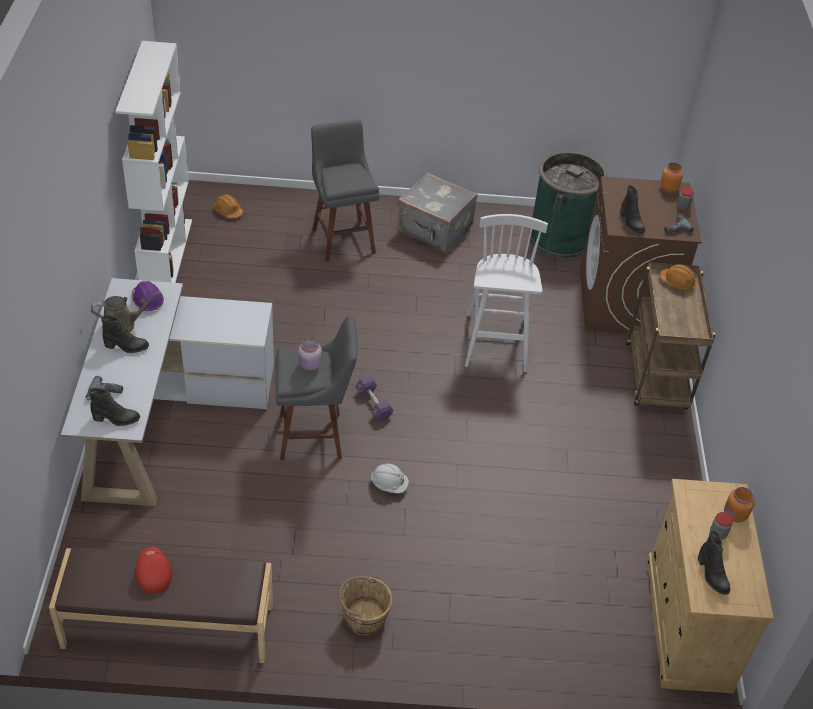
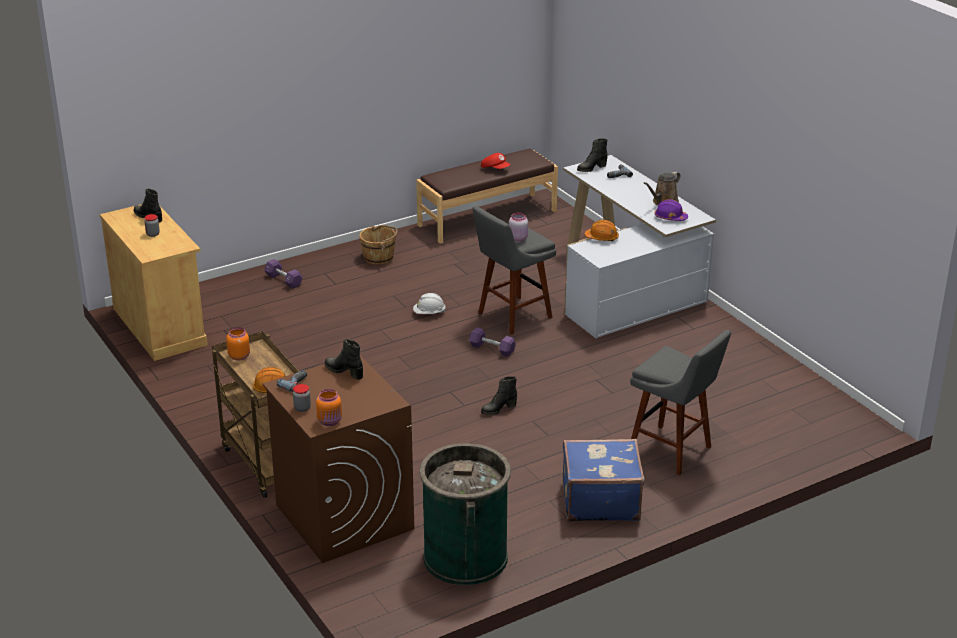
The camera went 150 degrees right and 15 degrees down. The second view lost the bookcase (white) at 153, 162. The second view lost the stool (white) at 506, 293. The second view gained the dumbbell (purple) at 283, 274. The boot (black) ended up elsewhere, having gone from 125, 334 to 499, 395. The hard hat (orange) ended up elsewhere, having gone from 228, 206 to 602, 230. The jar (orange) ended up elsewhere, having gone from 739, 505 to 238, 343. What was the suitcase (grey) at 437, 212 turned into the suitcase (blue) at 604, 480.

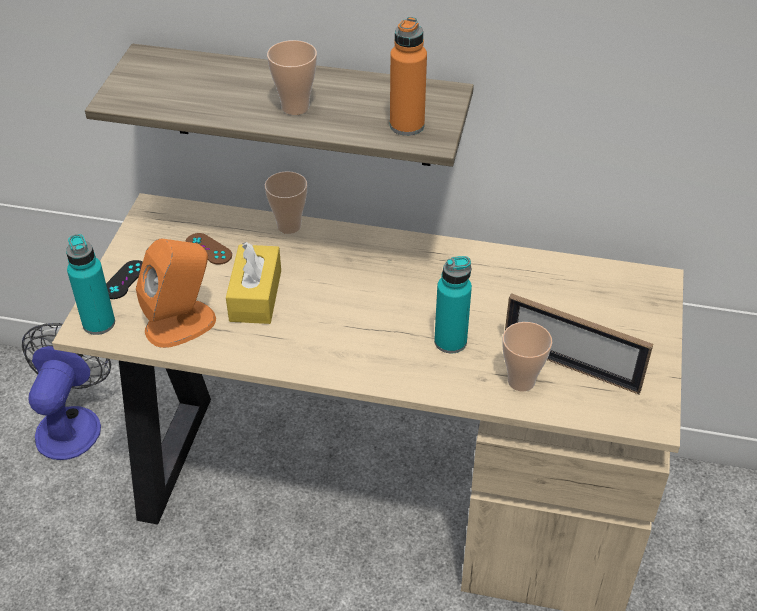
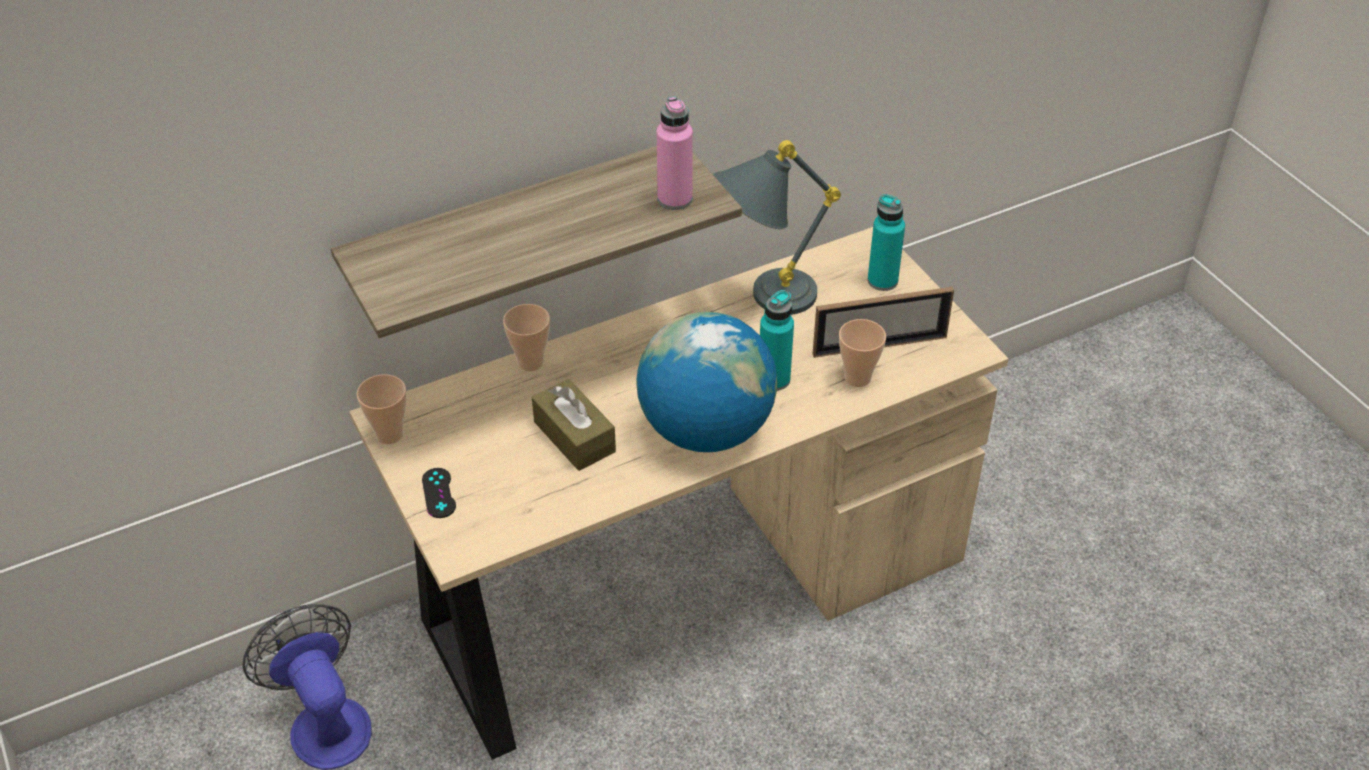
The camera went 40 degrees left and 0 degrees up. The second view lost the speaker (orange) at 176, 293. The second view lost the game controller (brown) at 208, 249. The second view gained the globe at 706, 382. The second view gained the table lamp (grey) at 777, 227. The bottle (turquoise) ended up elsewhere, having gone from 90, 284 to 886, 242. The cup ended up elsewhere, having gone from 292, 77 to 382, 409. What was the tissue box (yellow) at 253, 283 turned into the tissue box (brown) at 574, 425. What was the bottle (orange) at 408, 76 turned into the bottle (pink) at 675, 153.

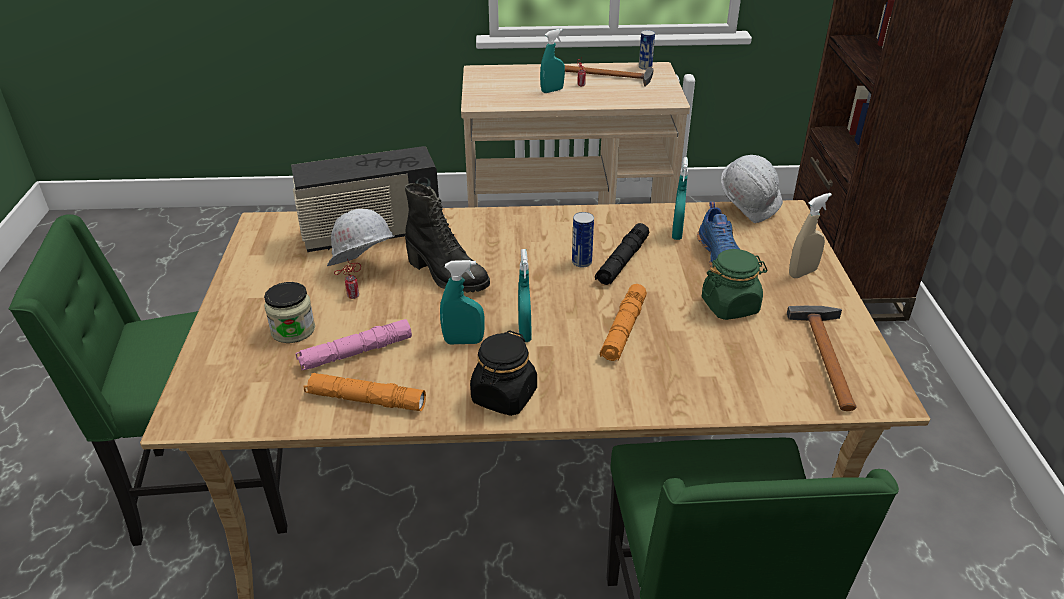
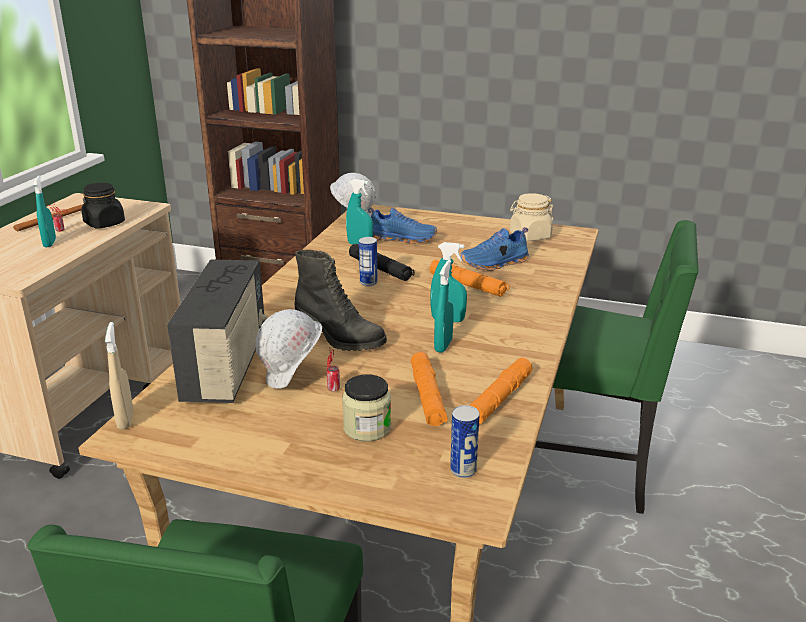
The camera went 70 degrees left and 10 degrees down. The second view lost the jar (green) at 734, 284. The second view gained the shoe (blue) at 494, 249. The jar (black) ended up elsewhere, having gone from 503, 373 to 103, 205. The can ended up elsewhere, having gone from 647, 50 to 465, 441. The spray bottle (beige) ended up elsewhere, having gone from 810, 235 to 119, 376. Where the hammer stood at 822, 358, the jar (beige) came to stand at 531, 217. What was the flashlight (pink) at 354, 344 turned into the flashlight (orange) at 429, 389. The boot (black) at 447, 238 ended up facing another way, 60 degrees clockwise from before.

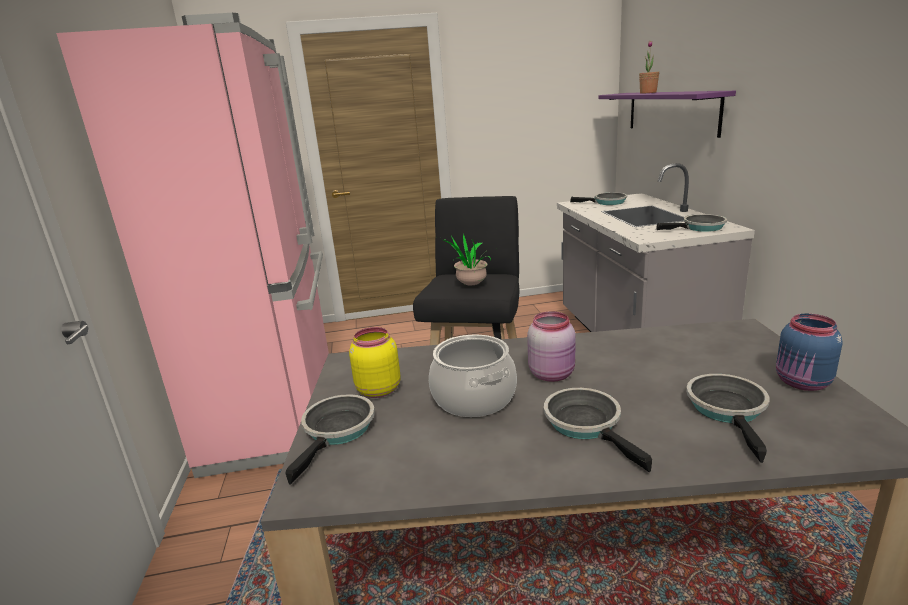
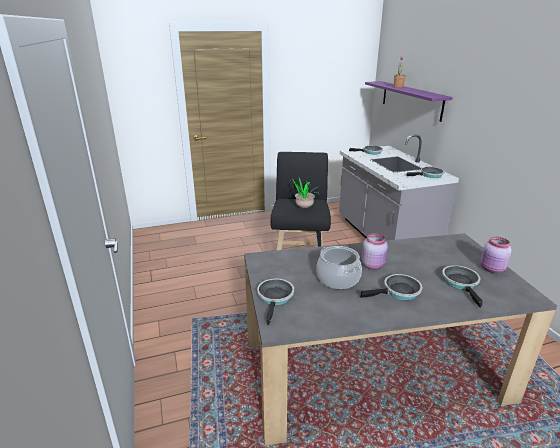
The camera went 10 degrees left and 5 degrees up. The second view lost the fridge (pink) at 192, 245. The second view lost the jar (yellow) at 374, 362. What was the jar (blue) at 809, 352 turned into the jar (pink) at 496, 255. The frying pan at 598, 430 ended up facing another way, 105 degrees clockwise from before.

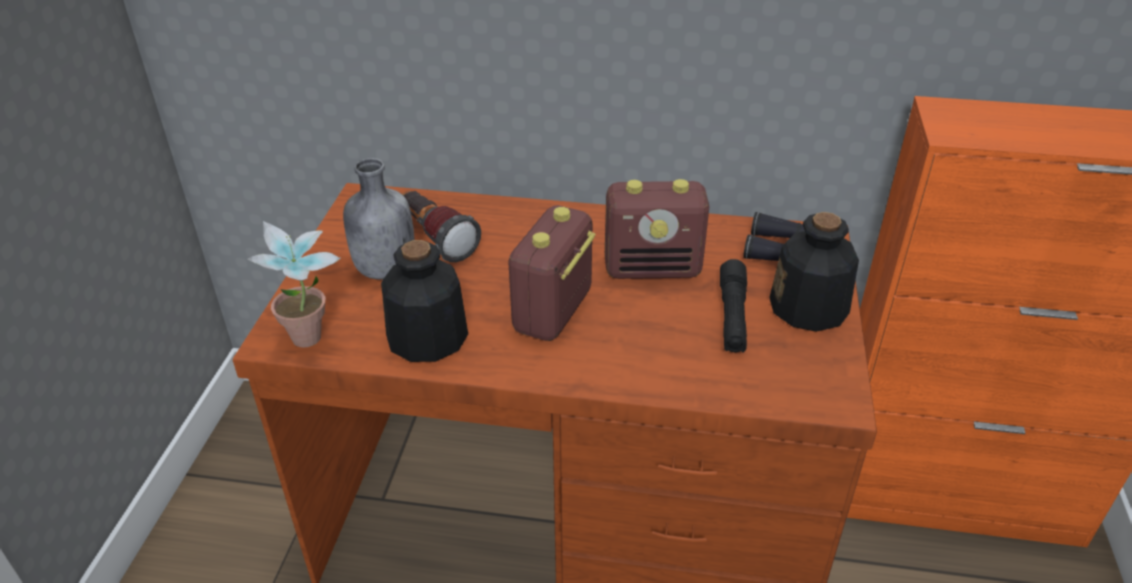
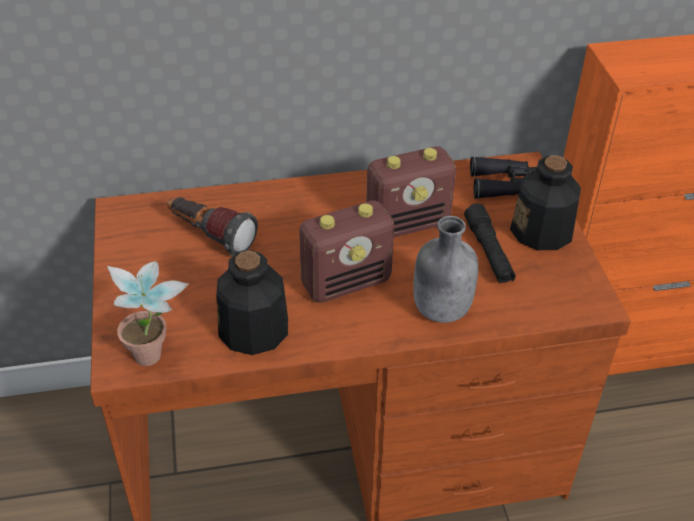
The camera went 20 degrees left and 5 degrees up. The bottle (grey) ended up elsewhere, having gone from 379, 219 to 445, 269. The radio at 552, 273 ended up facing another way, 120 degrees counterclockwise from before.

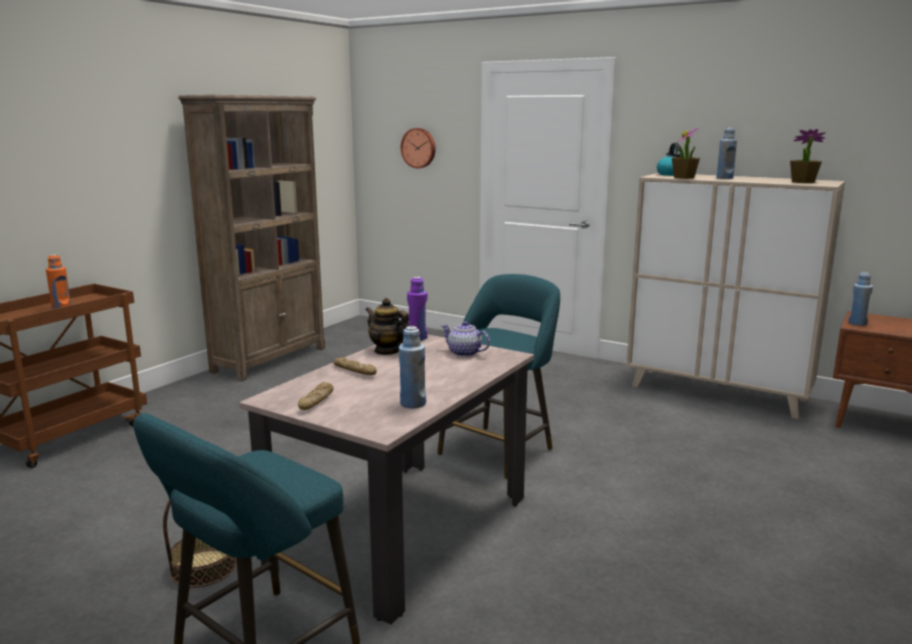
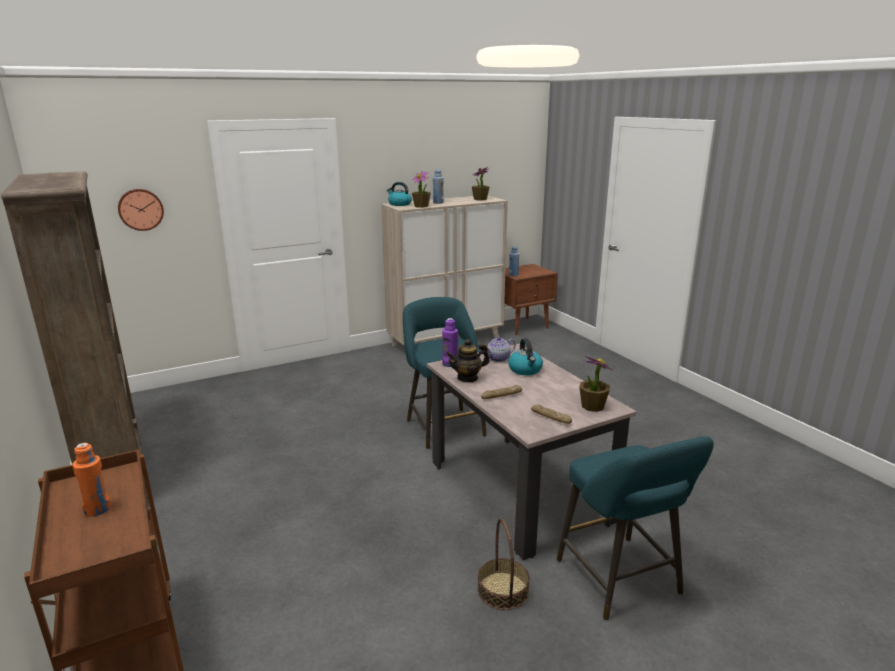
The camera went 60 degrees left and 5 degrees up. The second view lost the bottle (blue) at 412, 367. The second view gained the kettle at 525, 356. The second view gained the potted plant at 595, 384.

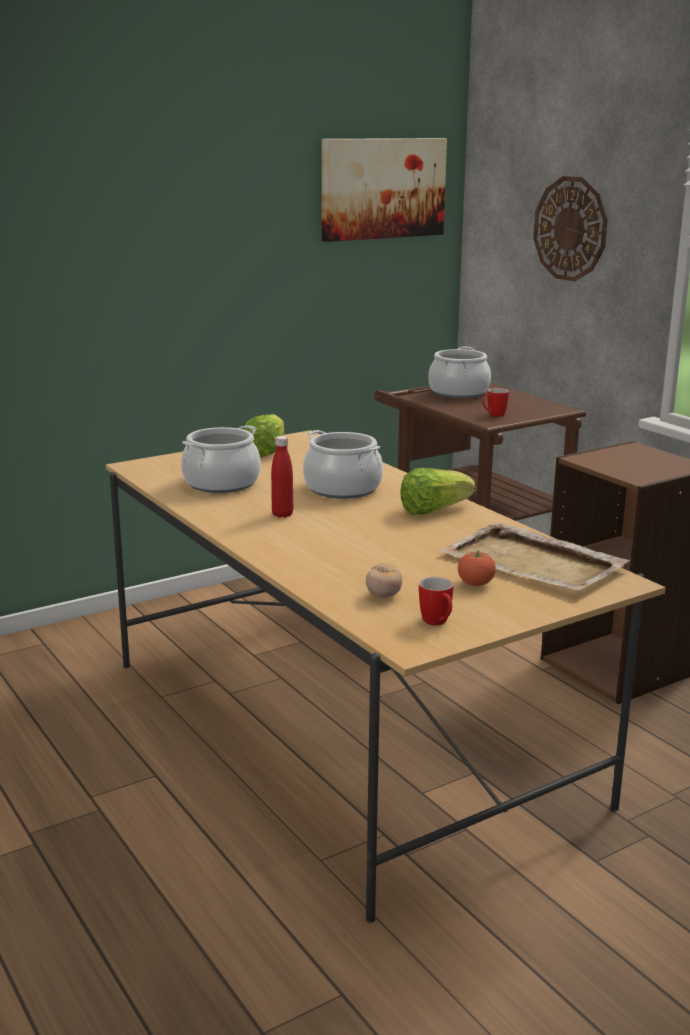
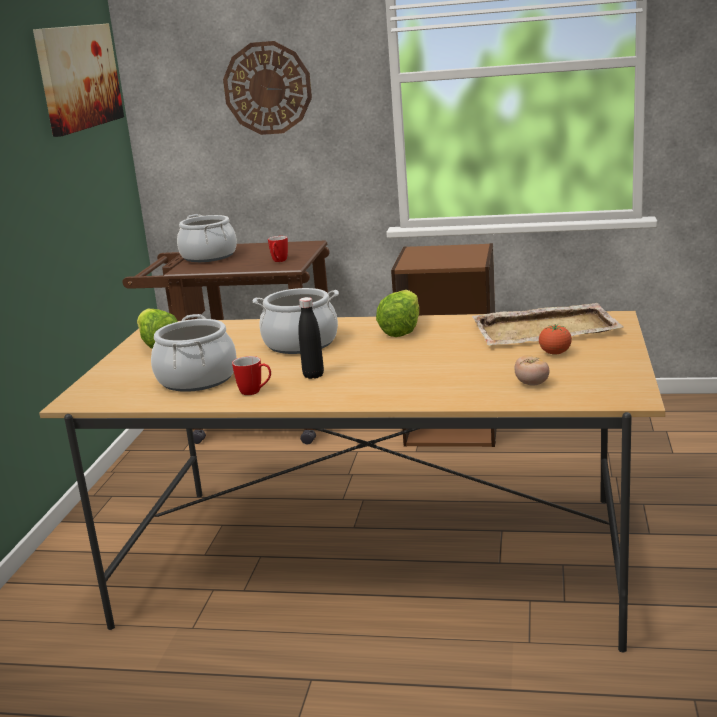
The camera went 45 degrees left and 0 degrees up. The mug ended up elsewhere, having gone from 436, 601 to 251, 375. What was the bottle (red) at 282, 477 turned into the bottle (black) at 311, 338.

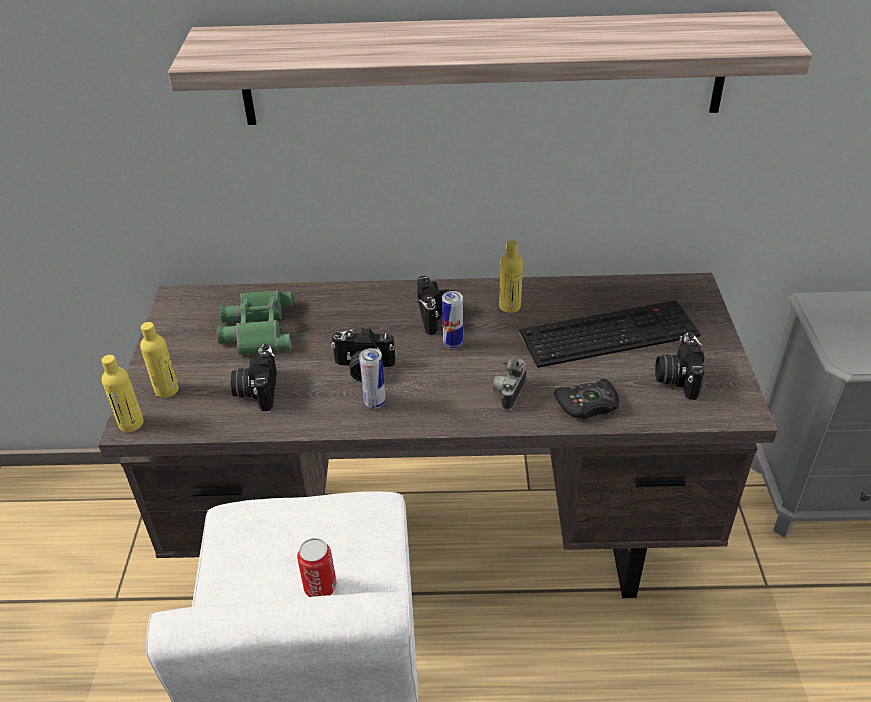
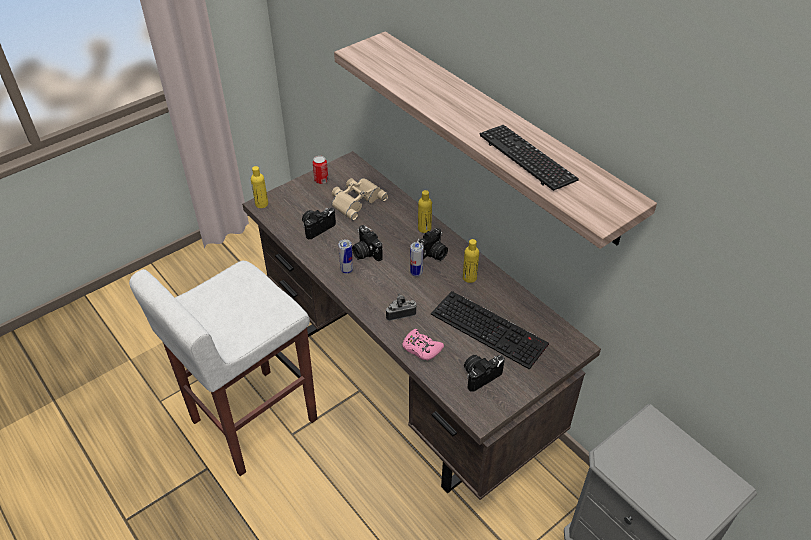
The camera went 50 degrees right and 5 degrees up. The second view gained the keyboard at 529, 158. The bottle (yellow) ended up elsewhere, having gone from 159, 360 to 425, 211. The can ended up elsewhere, having gone from 317, 567 to 321, 170. What was the binoculars (green) at 255, 322 turned into the binoculars (beige) at 360, 199. What was the game controller (black) at 586, 398 turned into the game controller (pink) at 423, 344.

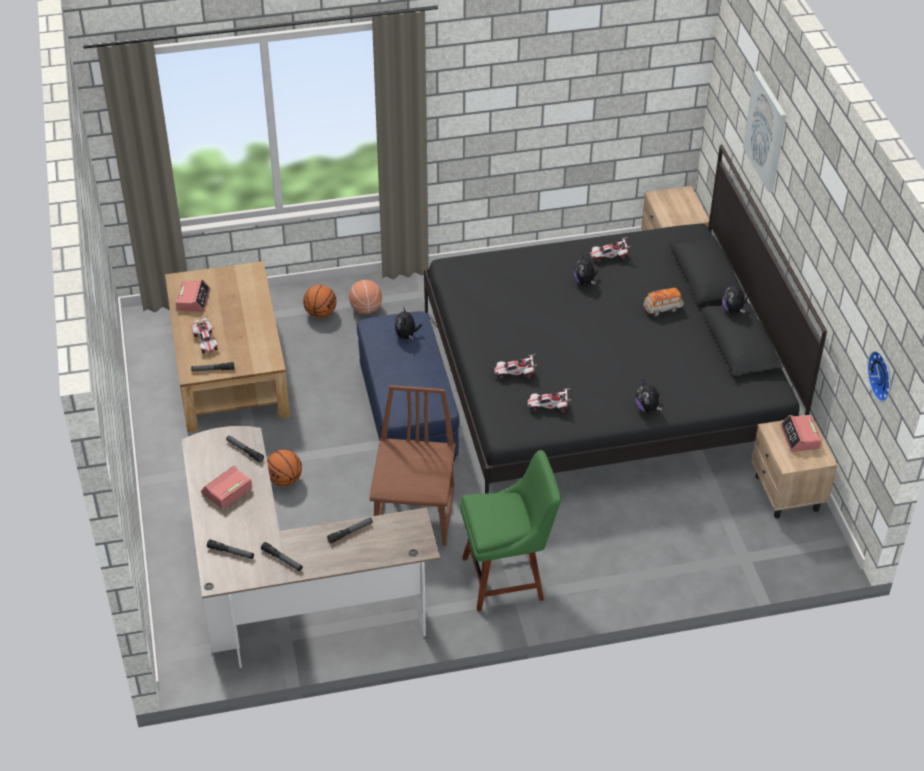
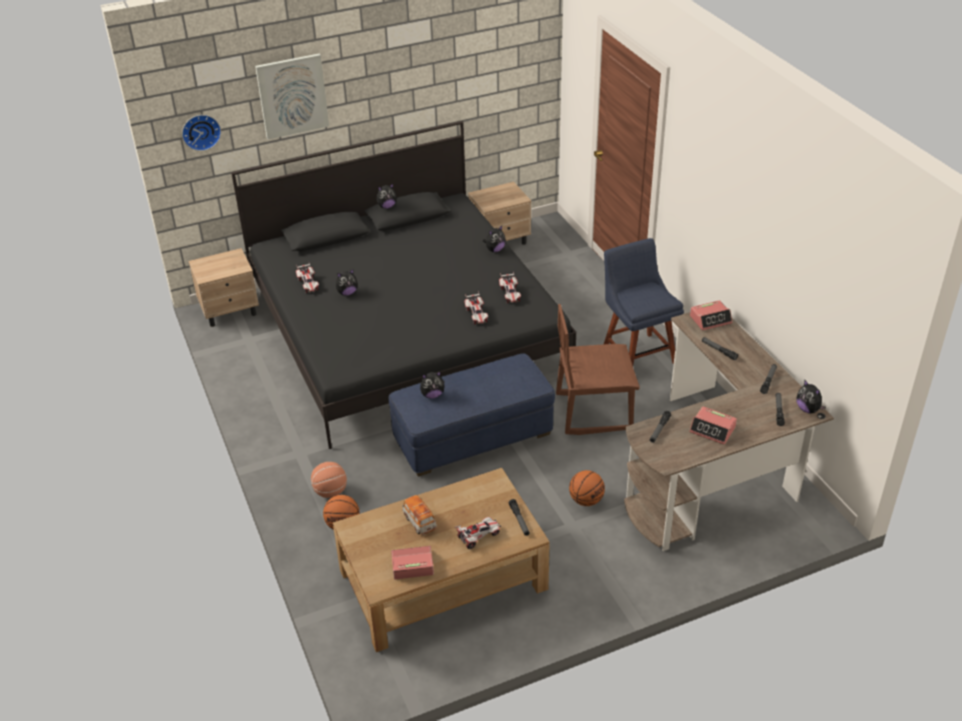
The camera went 100 degrees left and 5 degrees down. The second view gained the plush toy at 811, 396. The toy car ended up elsewhere, having gone from 663, 302 to 419, 515. The alarm clock ended up elsewhere, having gone from 801, 433 to 711, 315. The wall clock ended up elsewhere, having gone from 879, 376 to 201, 133. What was the chair (green) at 510, 530 turned into the chair (blue) at 644, 301.

